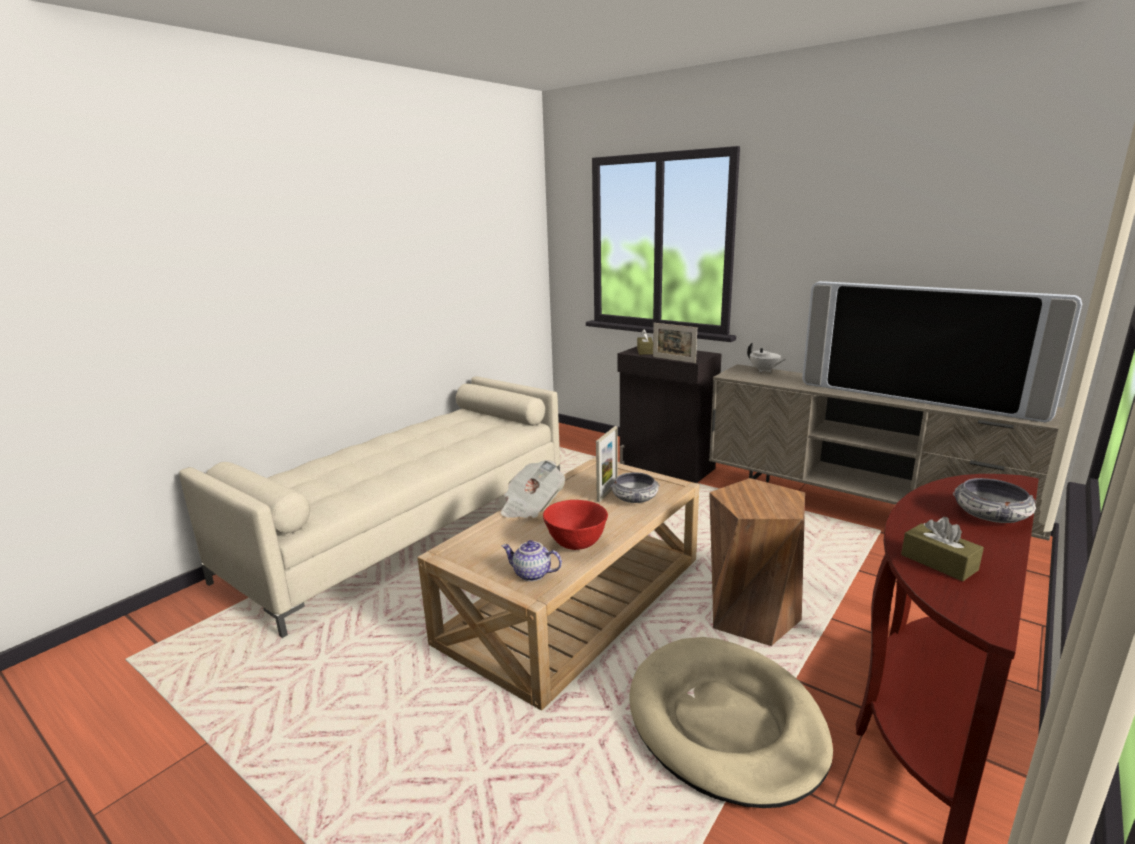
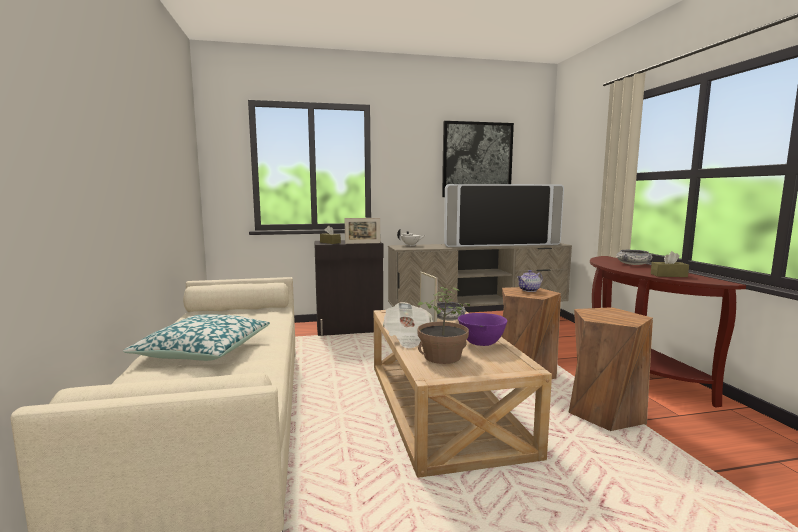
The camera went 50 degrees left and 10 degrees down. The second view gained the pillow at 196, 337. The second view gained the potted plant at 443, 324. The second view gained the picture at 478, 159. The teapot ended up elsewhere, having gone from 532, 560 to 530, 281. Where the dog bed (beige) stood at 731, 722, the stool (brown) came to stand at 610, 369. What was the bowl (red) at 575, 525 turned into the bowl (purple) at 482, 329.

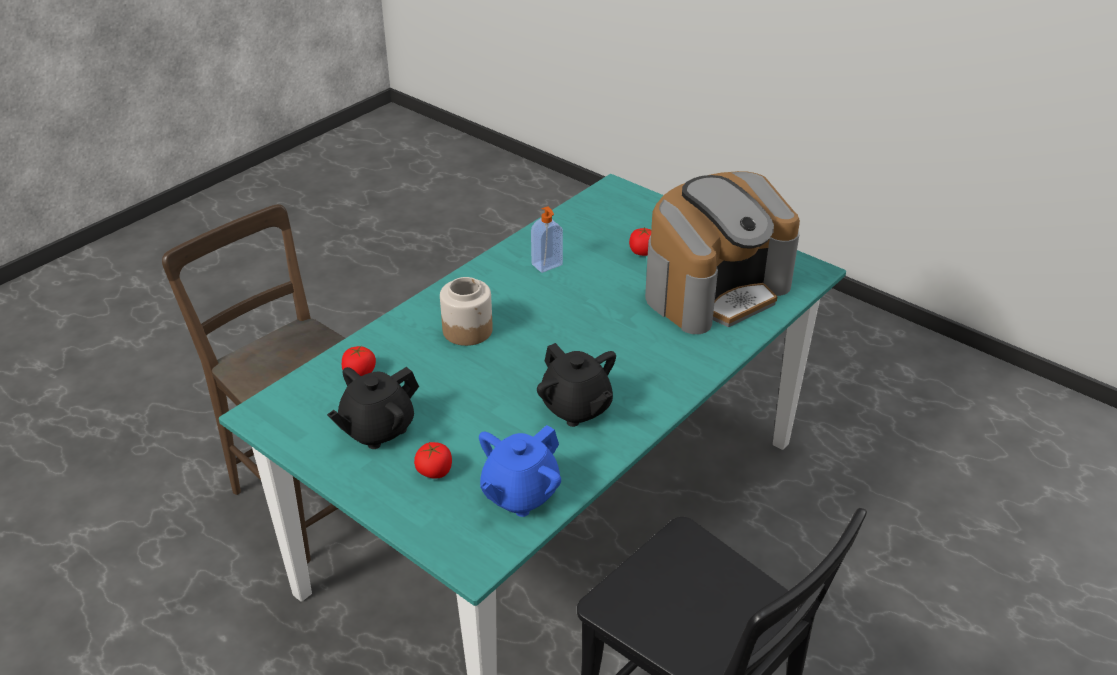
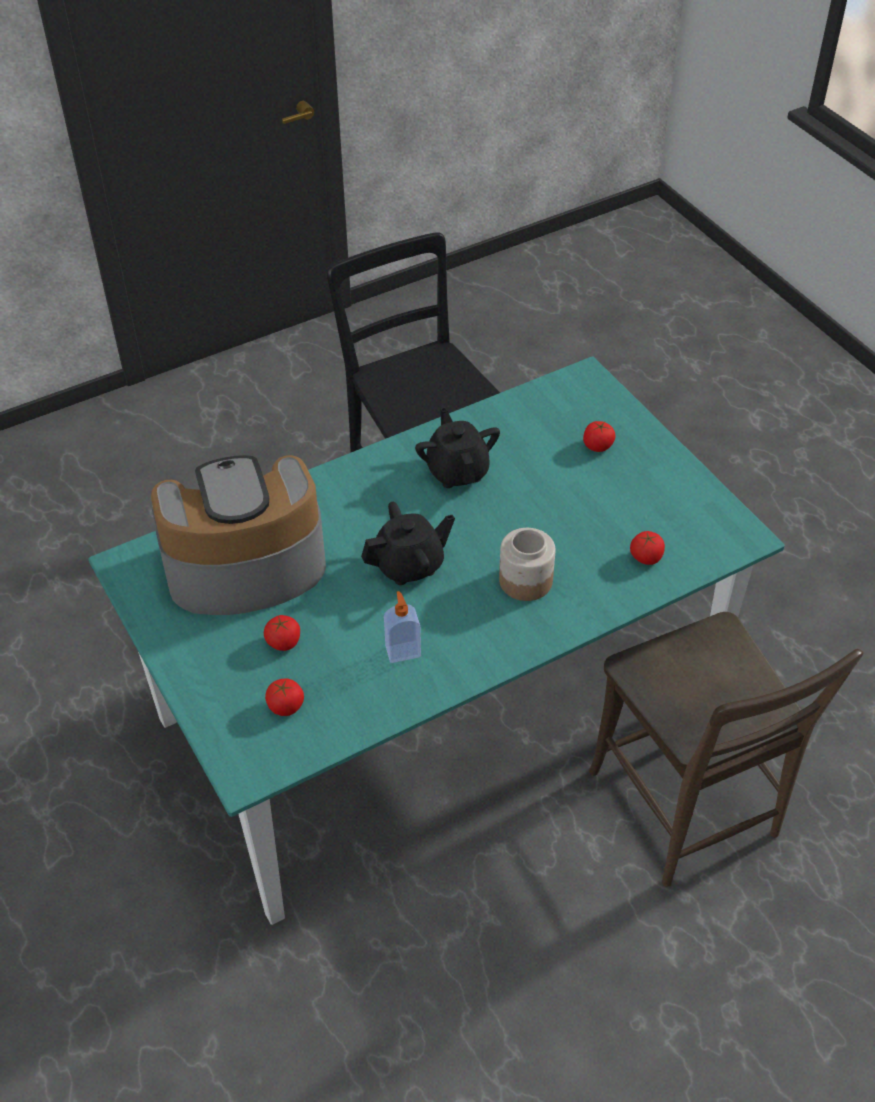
The camera went 160 degrees left and 10 degrees up. The second view lost the teapot (blue) at 520, 471. The second view gained the tomato at 284, 697. The teapot (black) ended up elsewhere, having gone from 373, 408 to 408, 543.

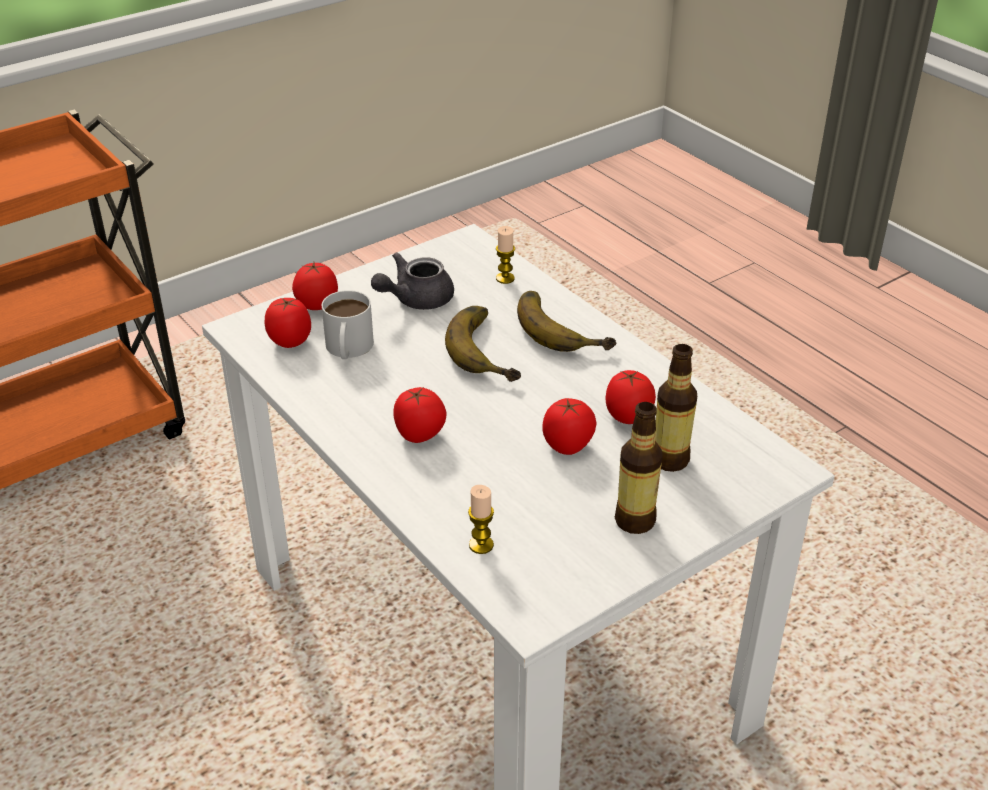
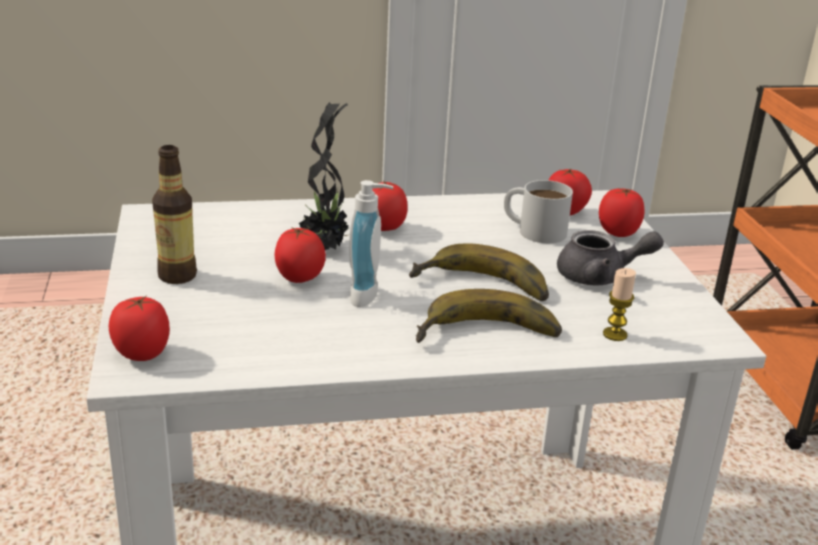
The camera went 115 degrees right and 10 degrees down. The second view lost the candle at 481, 519. The second view lost the bottle at 676, 408. The second view gained the potted plant at 324, 176. The second view gained the soap dispenser at 371, 243. The tomato ended up elsewhere, having gone from 631, 397 to 139, 328. The teapot (grey) at 412, 281 ended up facing another way, 105 degrees clockwise from before.

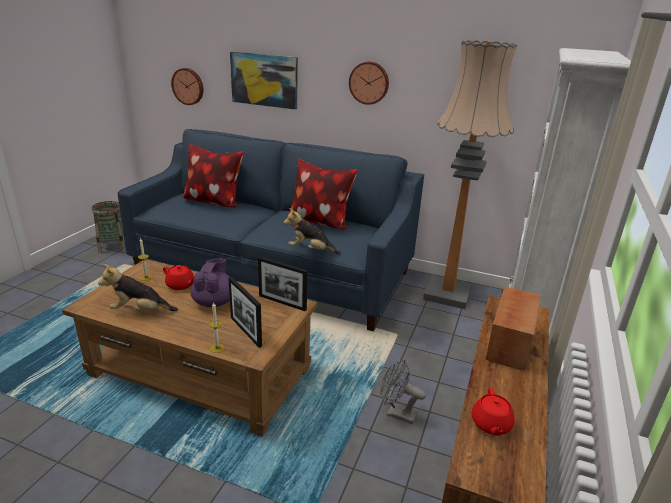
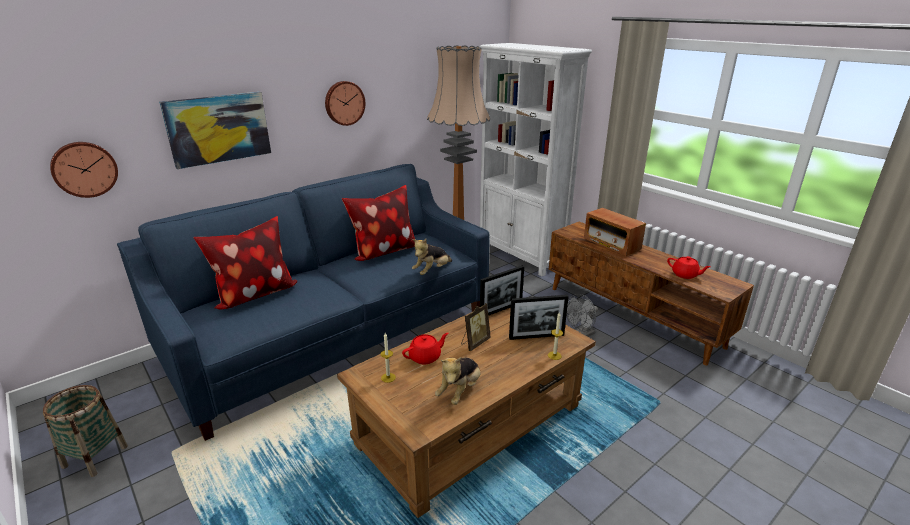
The camera went 60 degrees left and 0 degrees up. Where the teapot (purple) stood at 210, 282, the picture frame came to stand at 476, 327.

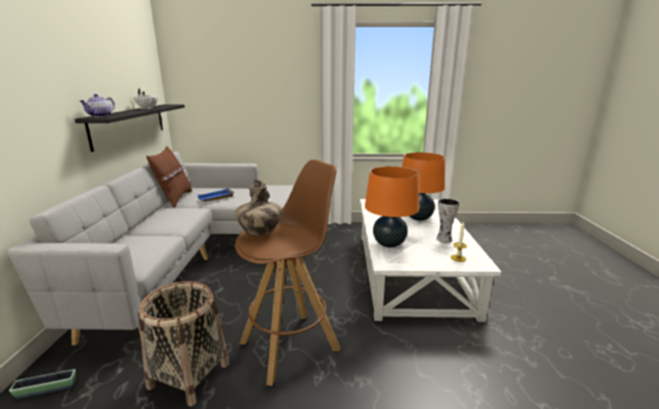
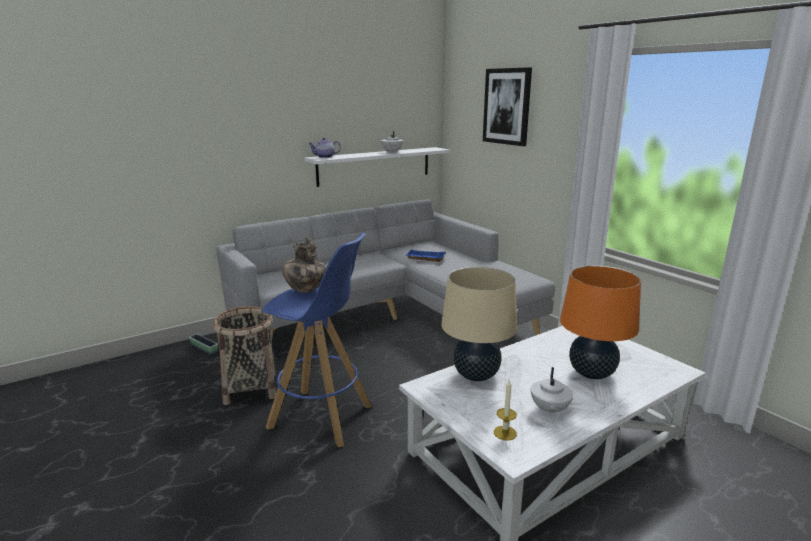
The camera went 55 degrees right and 0 degrees up. The second view lost the pillow (brown) at 169, 176. The second view gained the picture at 507, 106. Where the vase stood at 447, 220, the teapot (white) came to stand at 552, 391. What was the shelf (black) at 130, 128 turned into the shelf (white) at 377, 167. What was the stool (brown) at 287, 272 turned into the stool (blue) at 317, 340. What was the table lamp (orange) at 392, 206 turned into the table lamp (beige) at 479, 324.

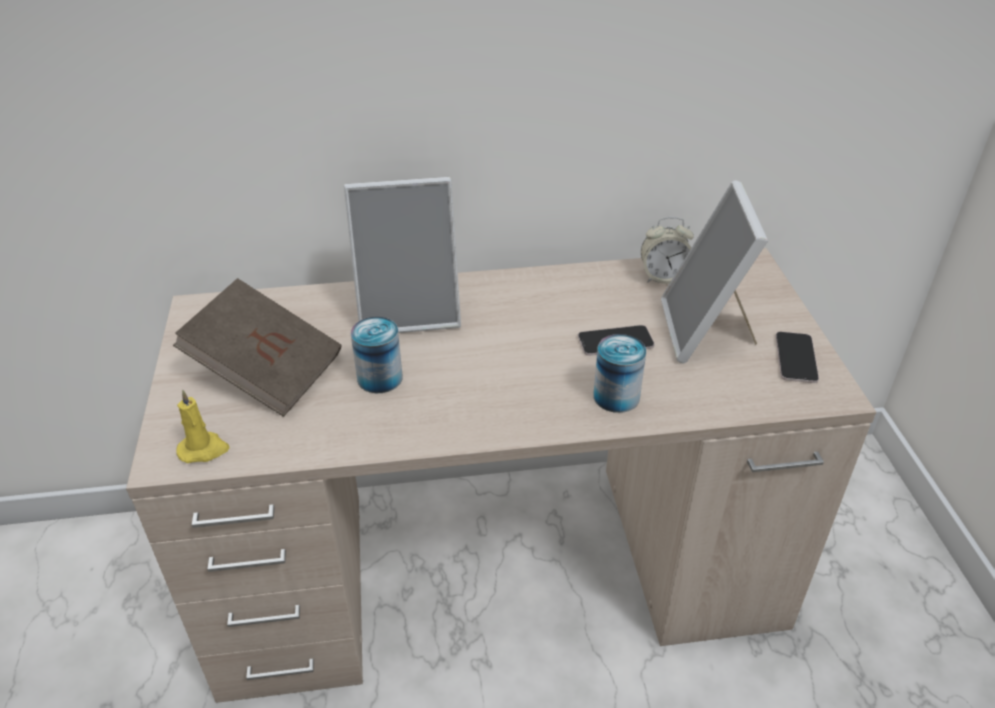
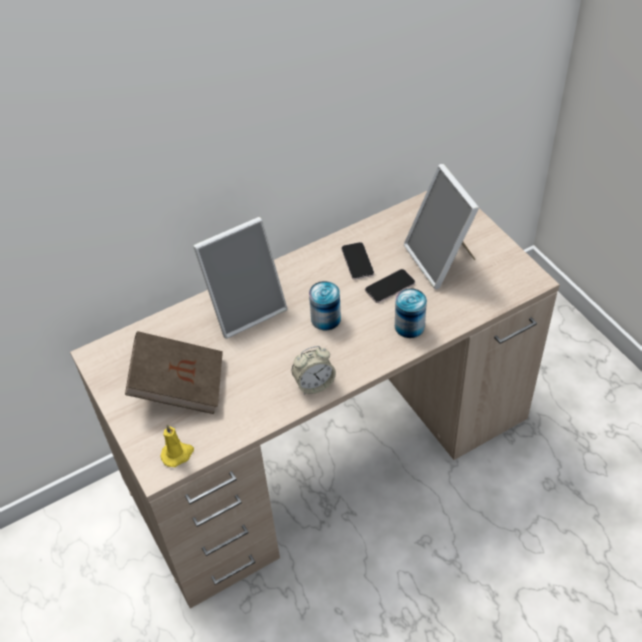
The camera went 20 degrees left and 10 degrees up. The can ended up elsewhere, having gone from 377, 355 to 325, 305. The alarm clock ended up elsewhere, having gone from 667, 250 to 314, 370. The phone ended up elsewhere, having gone from 797, 357 to 357, 261.

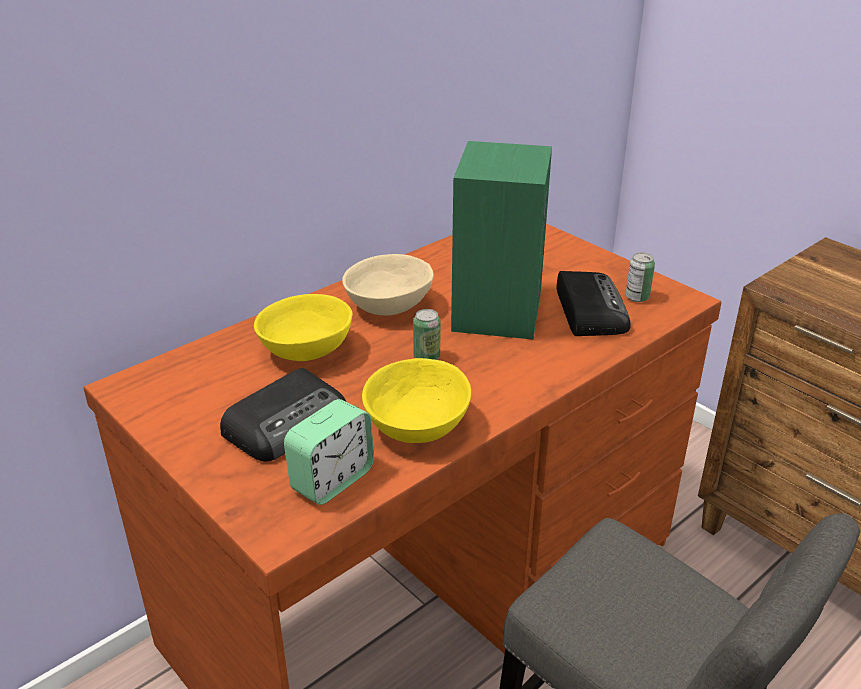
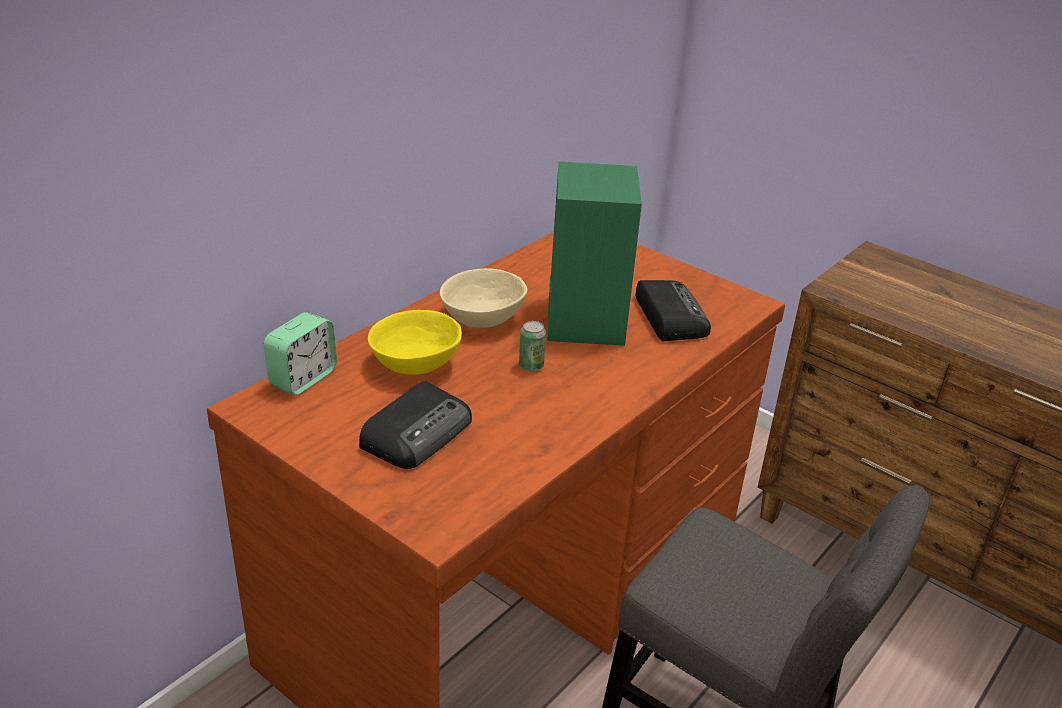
The camera went 10 degrees left and 0 degrees up. The second view lost the bowl (yellow) at 416, 400. The second view lost the can at 640, 277. The alarm clock ended up elsewhere, having gone from 329, 452 to 300, 353.

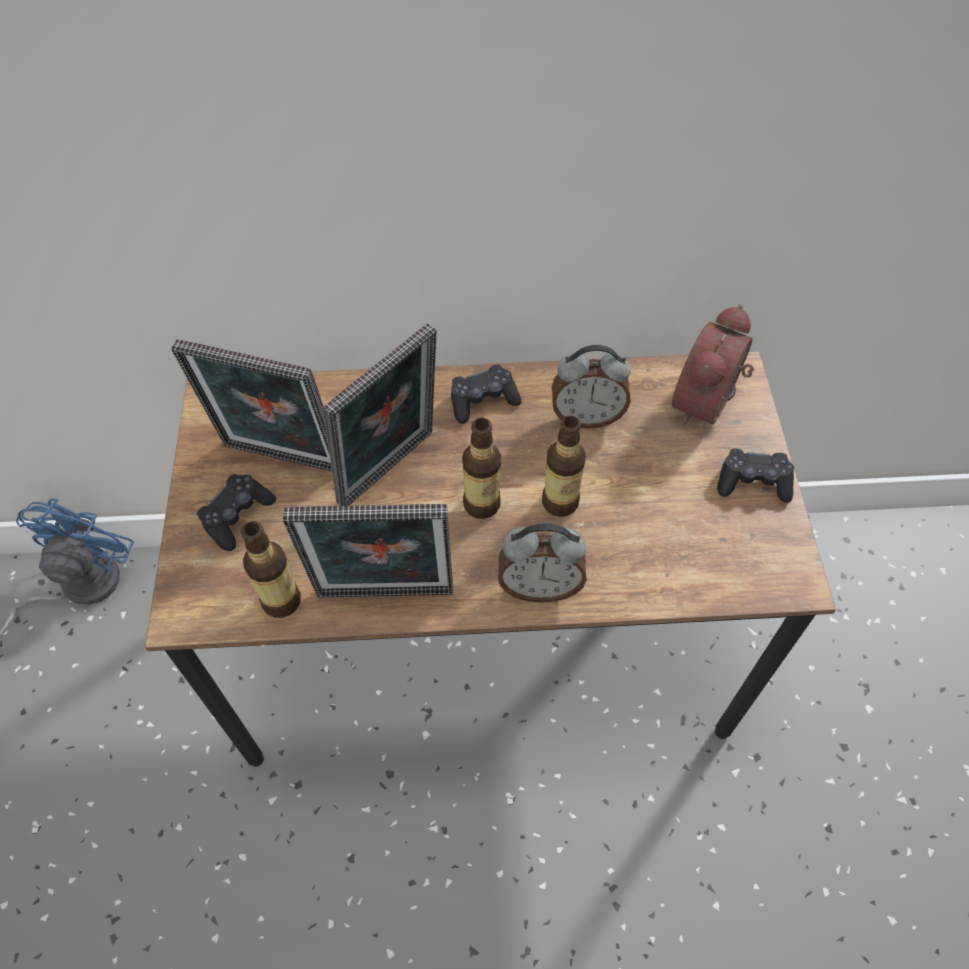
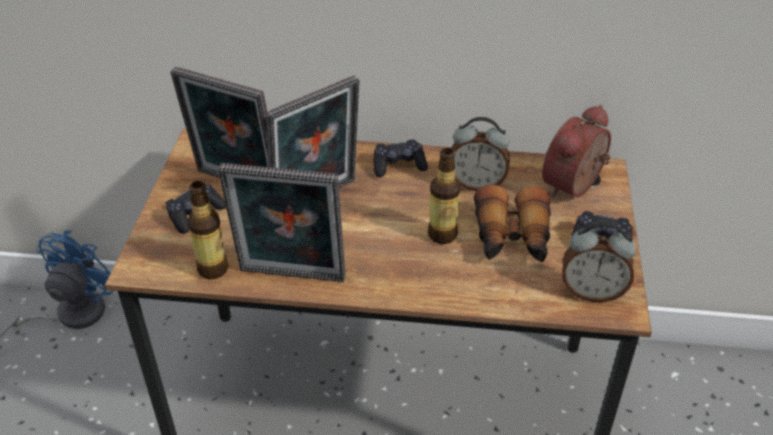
The camera went 10 degrees right and 15 degrees down. The second view lost the bottle at 481, 468. The second view gained the binoculars at 512, 223. The alarm clock ended up elsewhere, having gone from 542, 563 to 599, 262.

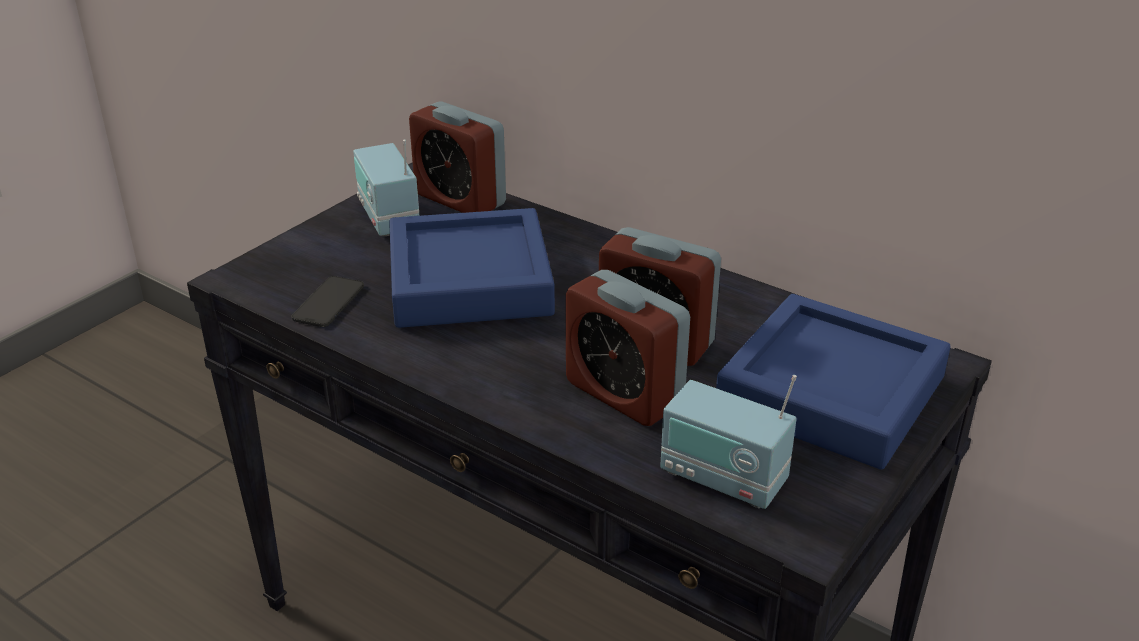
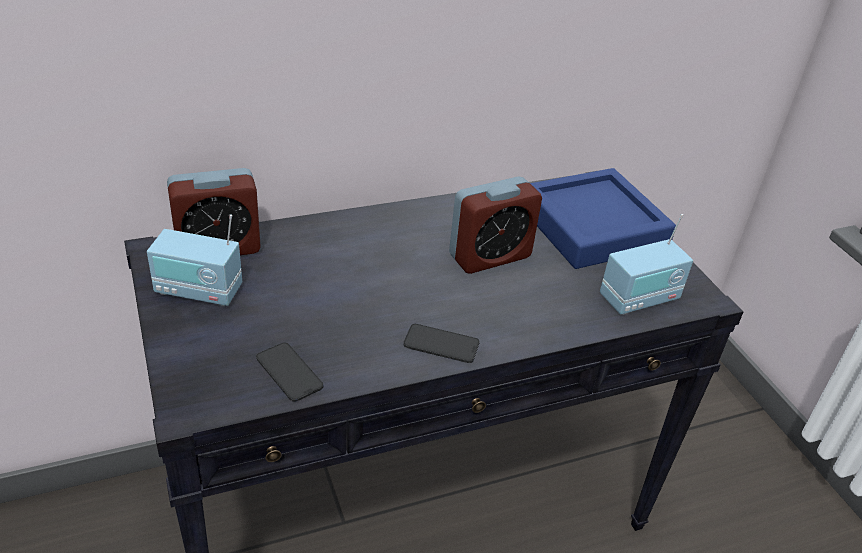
The camera went 60 degrees left and 5 degrees up. The second view lost the tray (blue) at 472, 268. The second view lost the alarm clock at 628, 348. The second view gained the phone at 441, 343.

